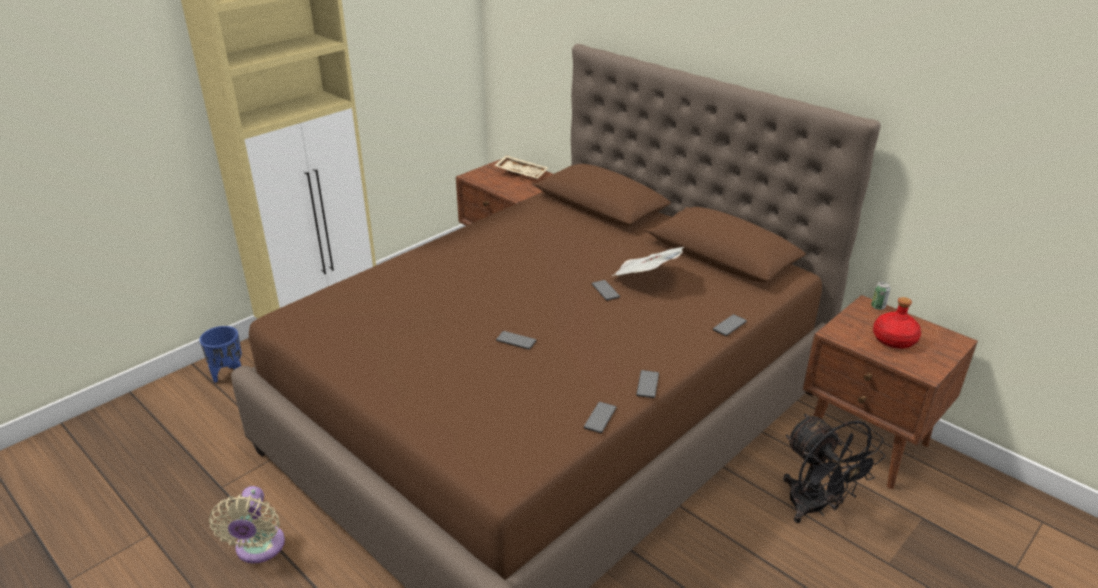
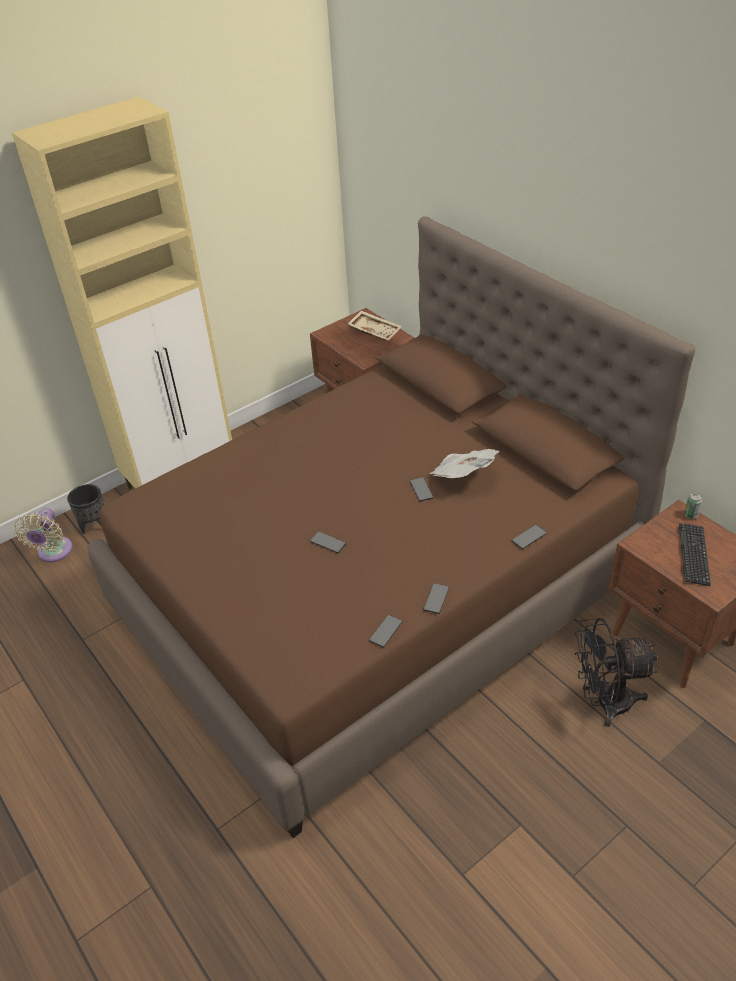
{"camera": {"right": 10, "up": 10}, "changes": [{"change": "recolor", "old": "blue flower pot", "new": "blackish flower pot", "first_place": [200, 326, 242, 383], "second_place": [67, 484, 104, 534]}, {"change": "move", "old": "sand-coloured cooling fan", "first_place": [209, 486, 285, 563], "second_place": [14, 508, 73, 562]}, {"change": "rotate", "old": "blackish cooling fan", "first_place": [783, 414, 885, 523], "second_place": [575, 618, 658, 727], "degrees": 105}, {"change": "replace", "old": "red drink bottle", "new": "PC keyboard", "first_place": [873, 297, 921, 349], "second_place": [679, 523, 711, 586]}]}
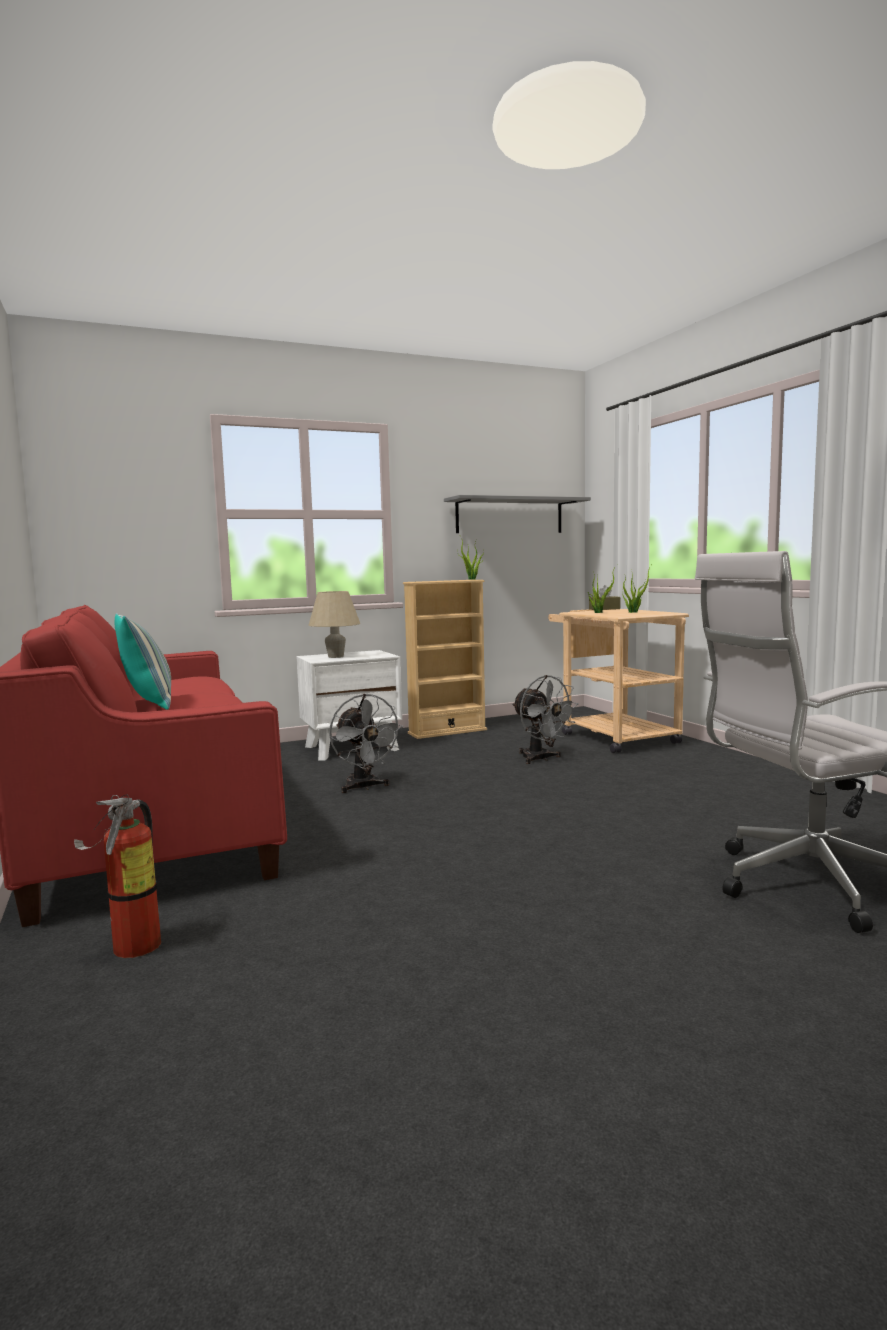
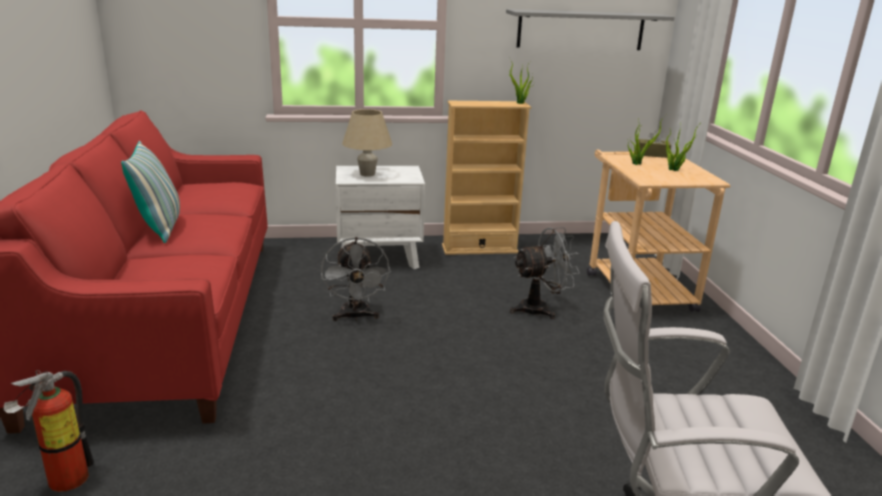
{"camera": {"right": 15, "up": 15}, "changes": [{"change": "rotate", "old": "grey cooling fan", "first_place": [512, 675, 579, 764], "second_place": [510, 227, 580, 319], "degrees": -90}]}
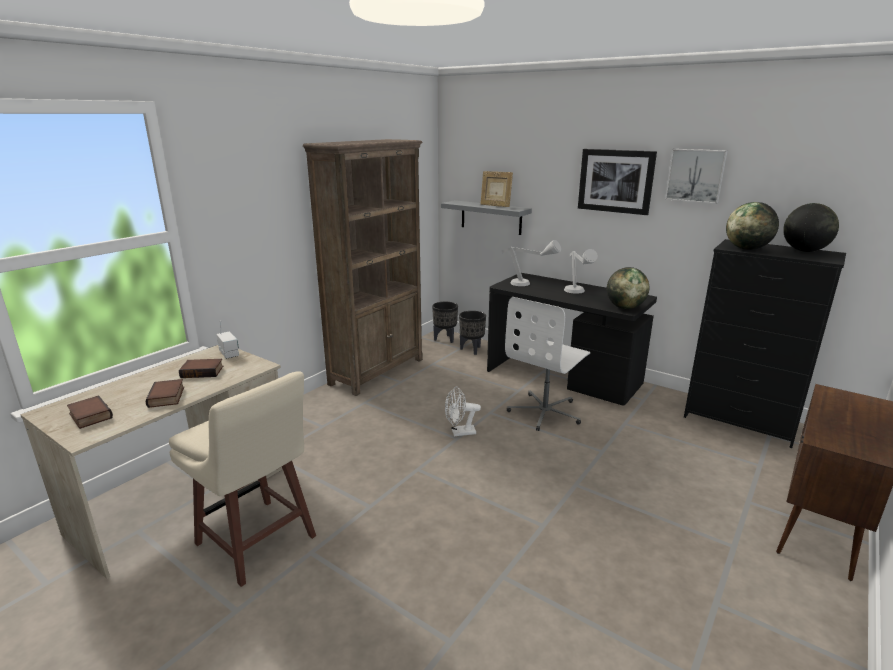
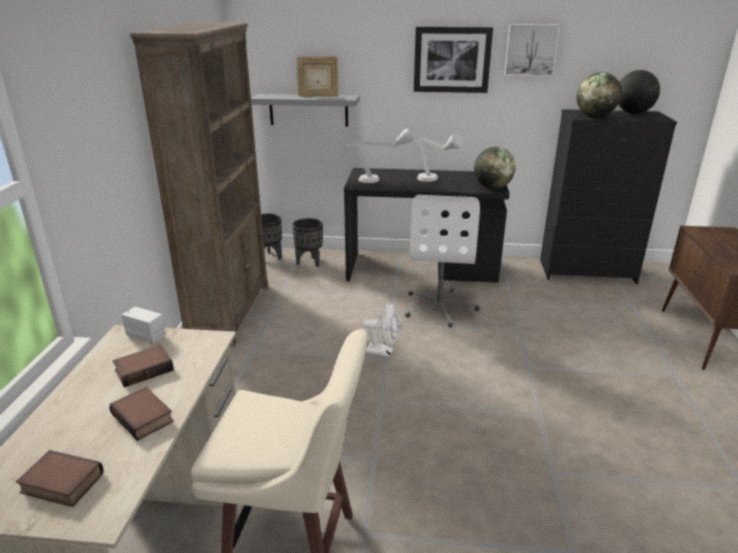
{"camera": {"right": -30, "up": 5}, "changes": [{"change": "rotate", "old": "white-coloured cooling fan", "first_place": [445, 386, 481, 436], "second_place": [362, 303, 402, 357], "degrees": -120}]}
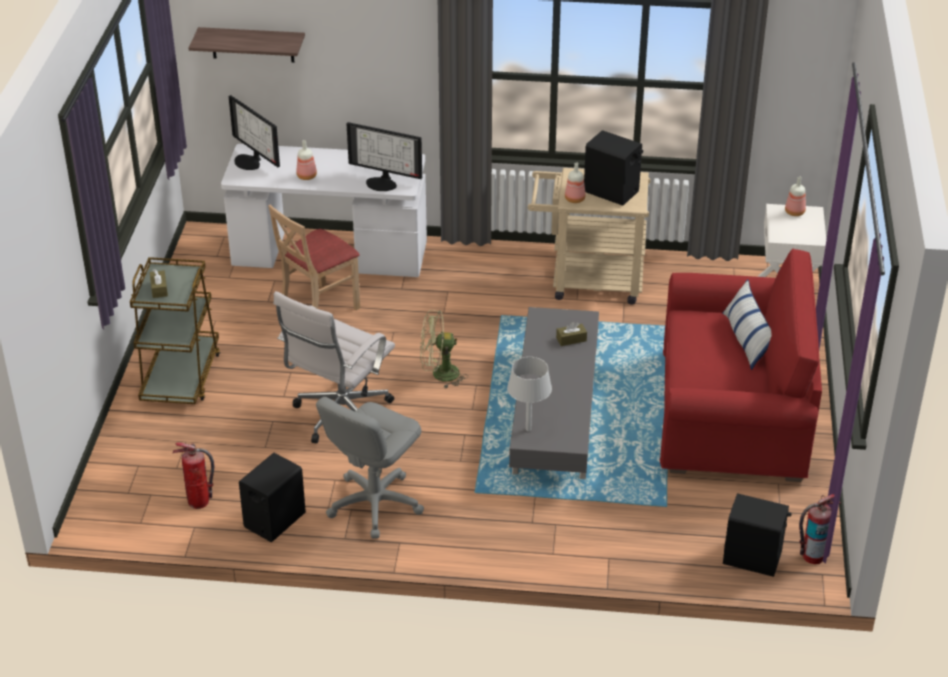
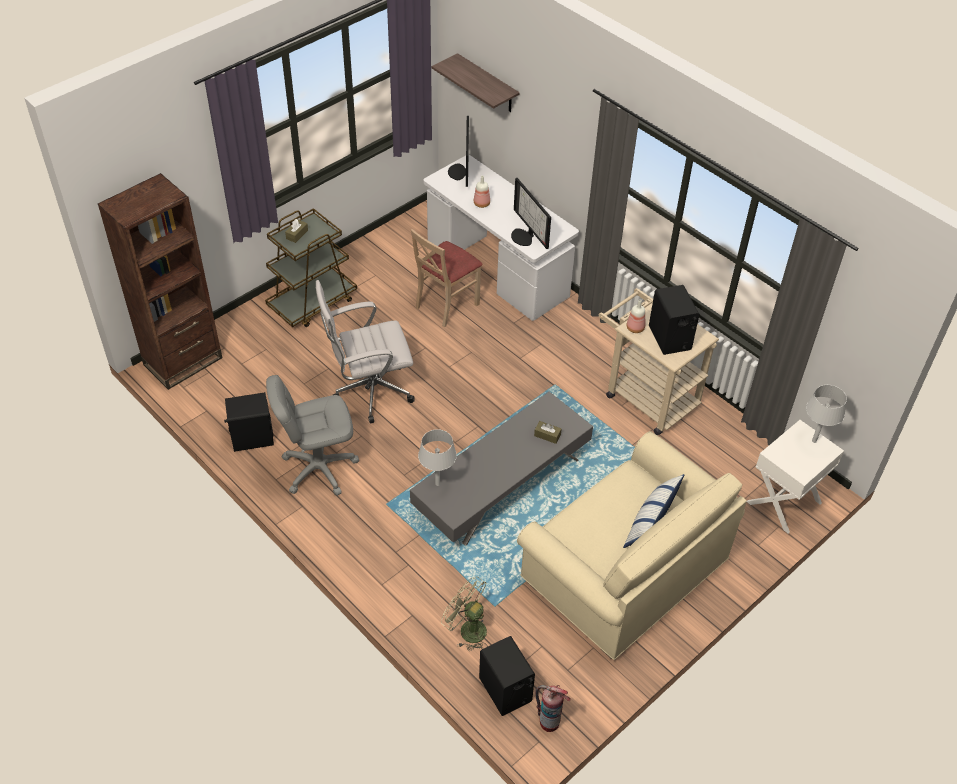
{"camera": {"right": 40, "up": 10}, "changes": [{"change": "delete", "old": "extinguisher", "first_place": [173, 442, 214, 509]}, {"change": "rotate", "old": "sand-coloured chair", "first_place": [268, 205, 360, 310], "second_place": [411, 229, 482, 327], "degrees": -45}, {"change": "move", "old": "green-coloured cooling fan", "first_place": [420, 310, 468, 388], "second_place": [441, 577, 487, 651]}, {"change": "recolor", "old": "red sofa", "new": "sand-coloured sofa", "first_place": [660, 249, 822, 482], "second_place": [517, 431, 747, 660]}, {"change": "replace", "old": "drink bottle", "new": "grey table lamp", "first_place": [785, 176, 806, 216], "second_place": [806, 385, 847, 443]}, {"change": "insert", "new": "brown-coloured bookcase", "second_place": [98, 173, 223, 390]}]}
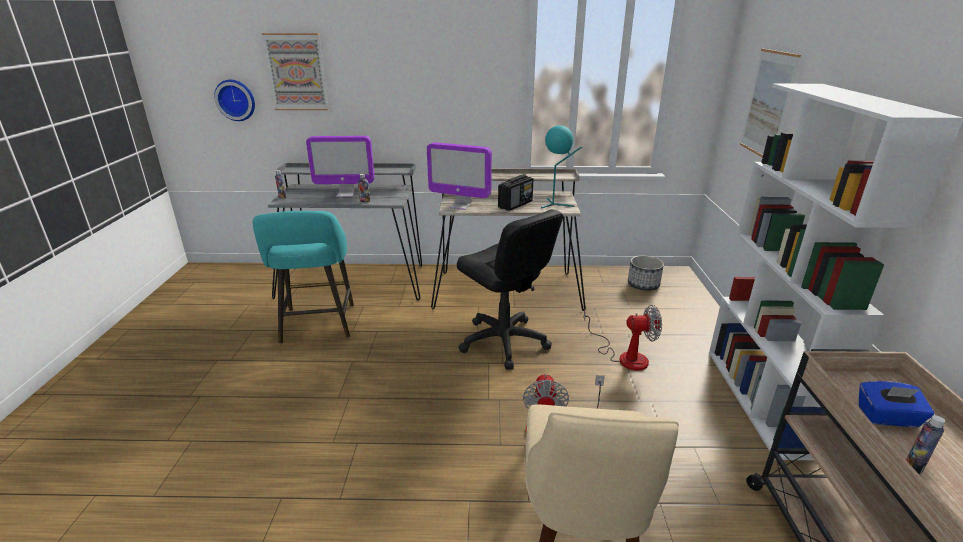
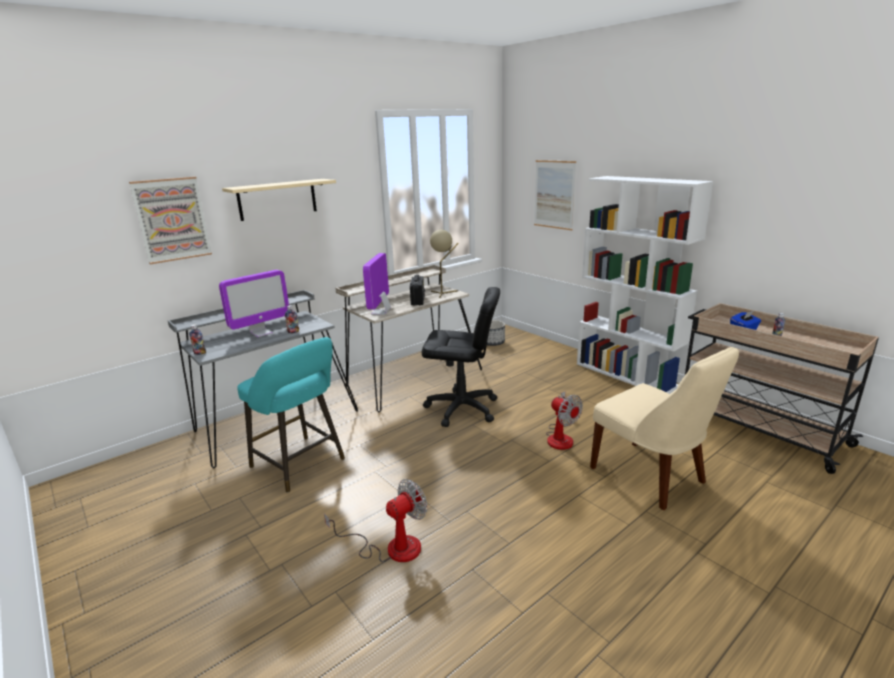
{"camera": {"right": -40, "up": -5}, "changes": [{"change": "delete", "old": "wall clock", "first_place": [214, 80, 255, 121]}, {"change": "rotate", "old": "monitor", "first_place": [427, 142, 492, 210], "second_place": [363, 253, 391, 315], "degrees": 120}, {"change": "recolor", "old": "blue-green table lamp", "new": "sand-coloured table lamp", "first_place": [541, 125, 582, 208], "second_place": [430, 229, 459, 298]}, {"change": "move", "old": "cooling fan", "first_place": [584, 305, 662, 371], "second_place": [324, 479, 427, 562]}, {"change": "insert", "new": "sand-coloured wall shelf", "second_place": [222, 179, 336, 221]}]}
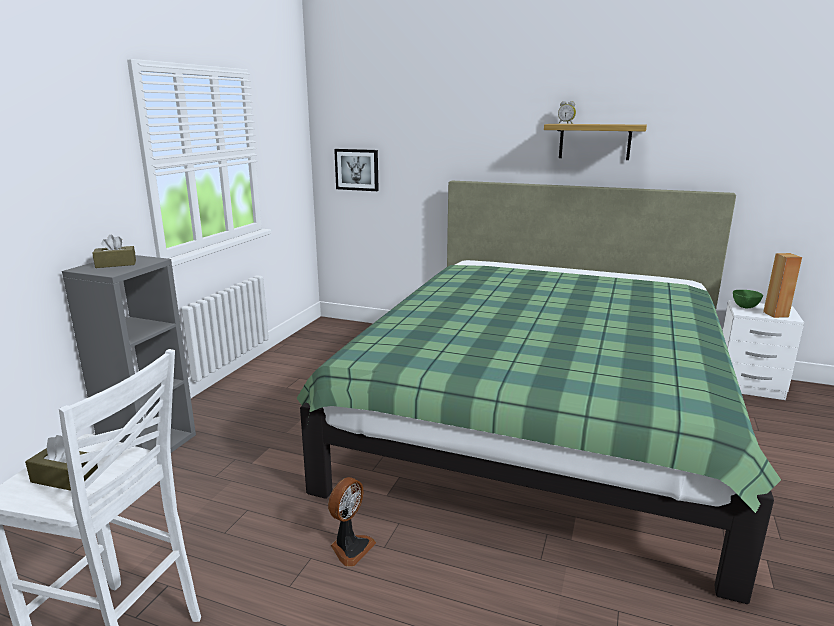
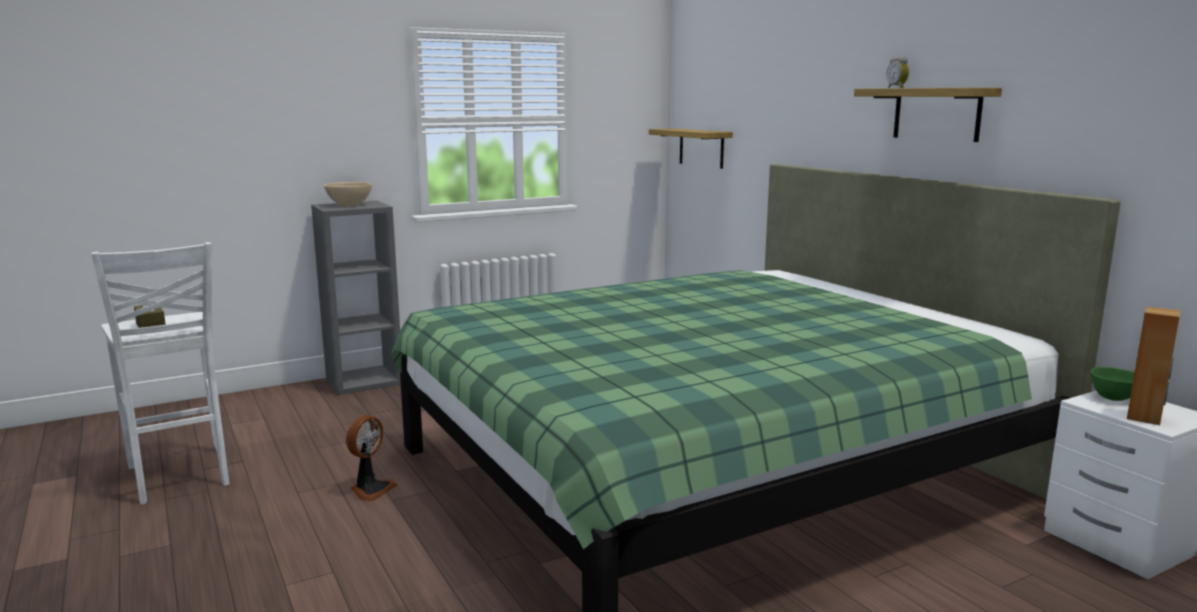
{"camera": {"right": 40, "up": -5}, "changes": [{"change": "replace", "old": "brown-coloured box of tissues", "new": "sand-coloured deep dish", "first_place": [92, 235, 136, 268], "second_place": [324, 182, 372, 206]}, {"change": "rotate", "old": "cooling fan", "first_place": [328, 477, 376, 566], "second_place": [346, 415, 397, 502], "degrees": -45}, {"change": "replace", "old": "wall art", "new": "wall shelf", "first_place": [334, 149, 379, 191], "second_place": [649, 128, 733, 169]}]}
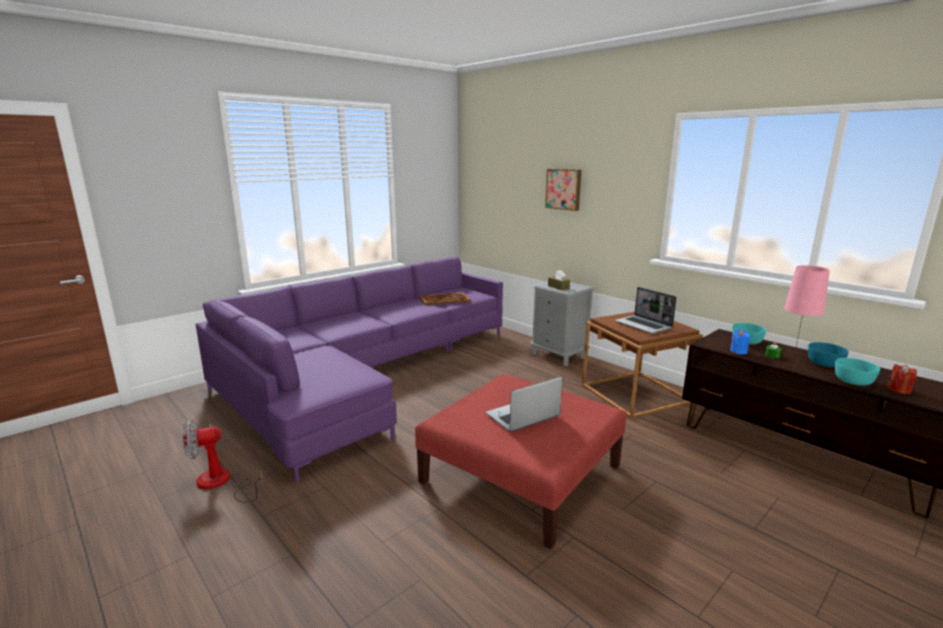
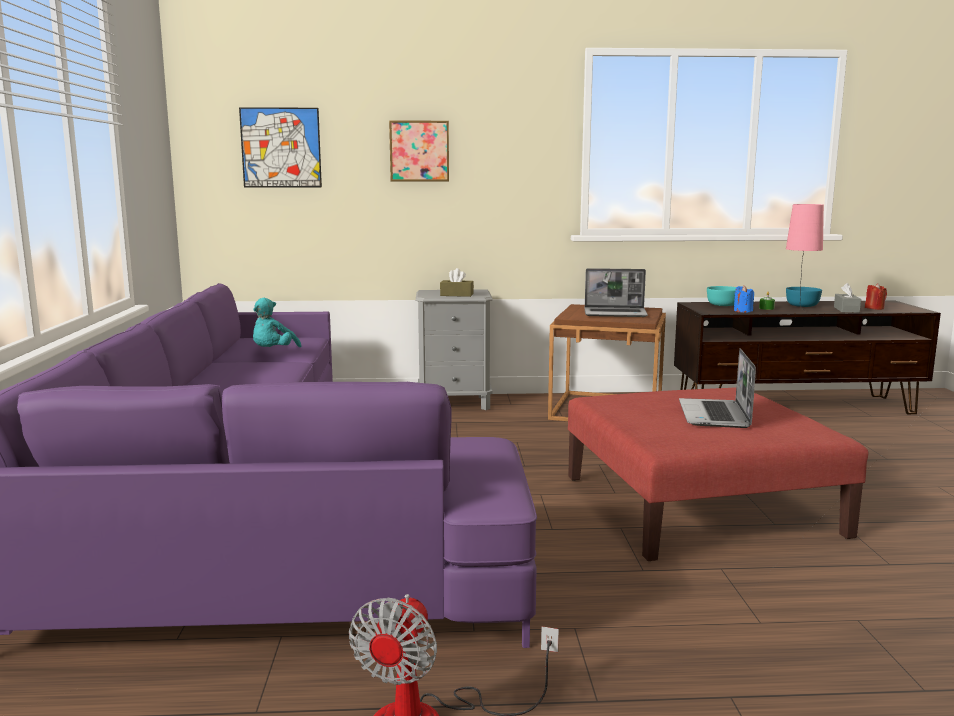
{"camera": {"right": -50, "up": -5}, "changes": [{"change": "replace", "old": "brown-coloured tray", "new": "blue-green soft toy", "first_place": [419, 292, 471, 305], "second_place": [253, 298, 301, 347]}, {"change": "replace", "old": "blue-green deep dish", "new": "grey box of tissues", "first_place": [835, 358, 880, 386], "second_place": [834, 283, 861, 313]}, {"change": "insert", "new": "wall art", "second_place": [239, 107, 322, 187]}]}
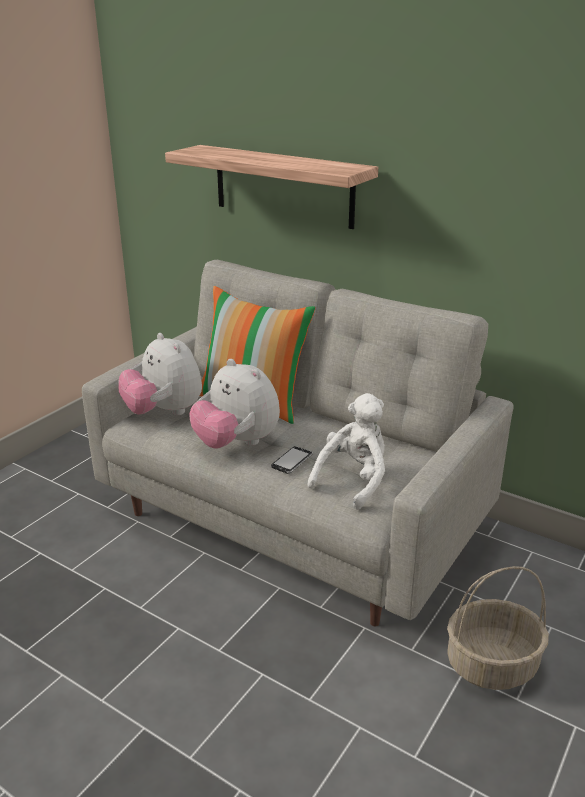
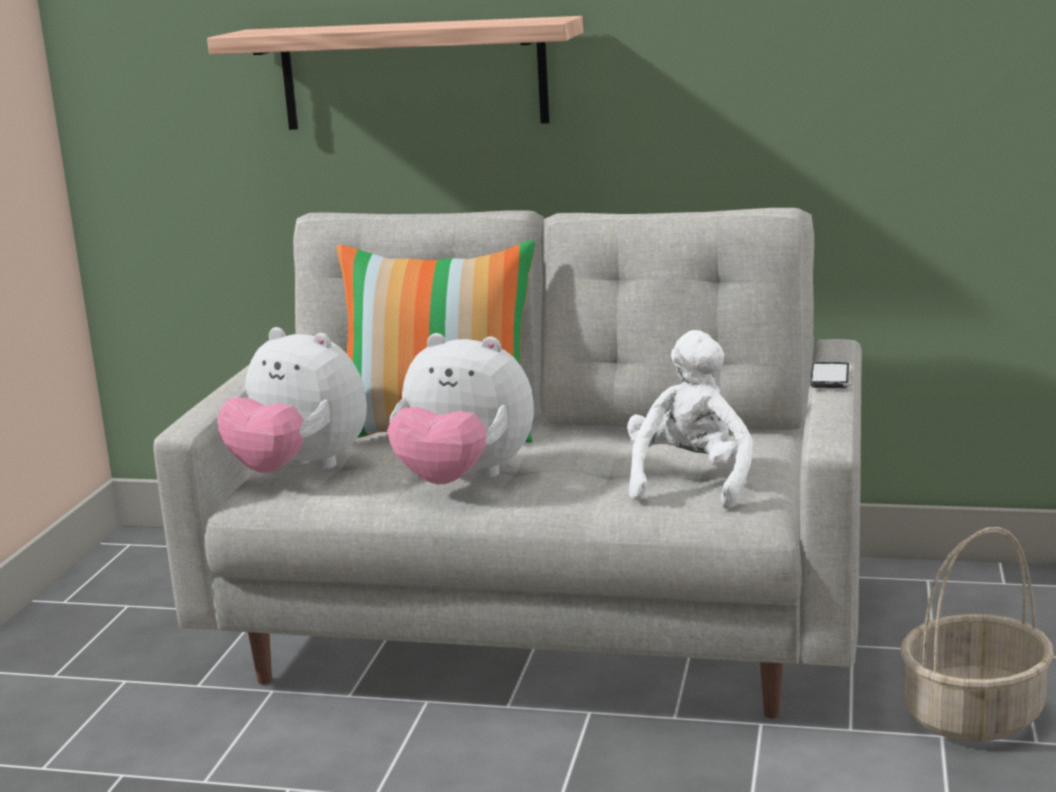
{"camera": {"right": -20, "up": -10}, "changes": [{"change": "move", "old": "handset", "first_place": [271, 446, 313, 474], "second_place": [810, 362, 851, 388]}]}
